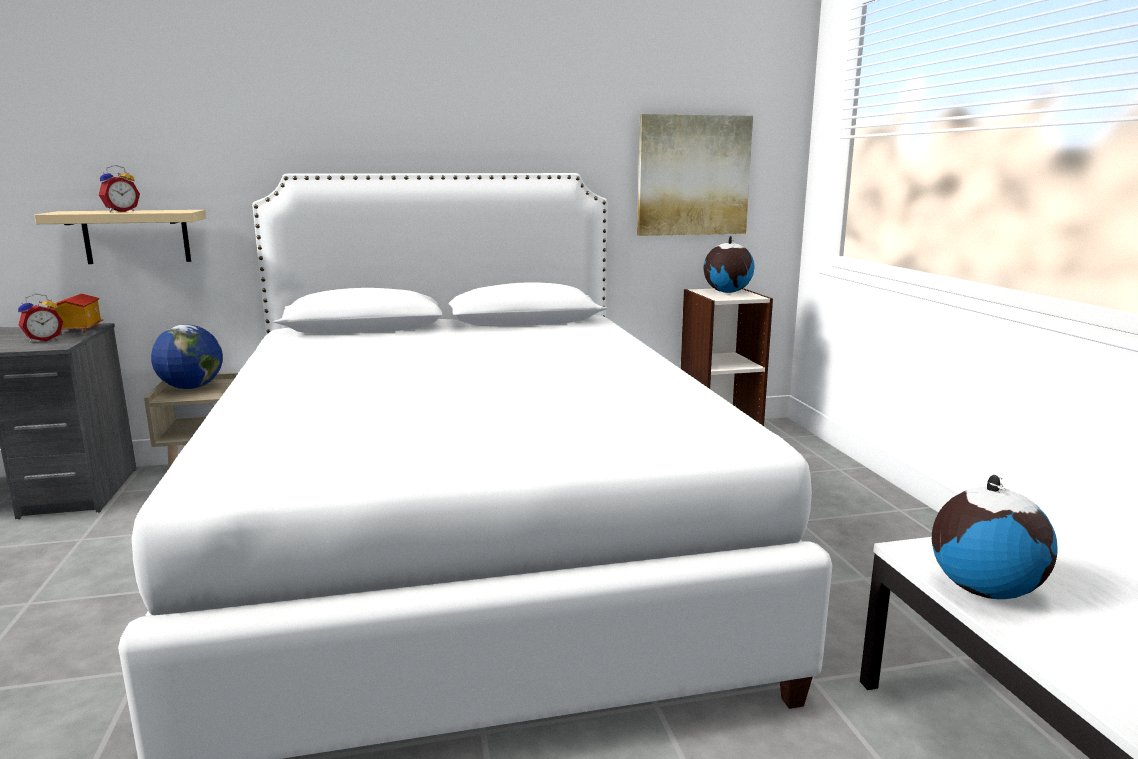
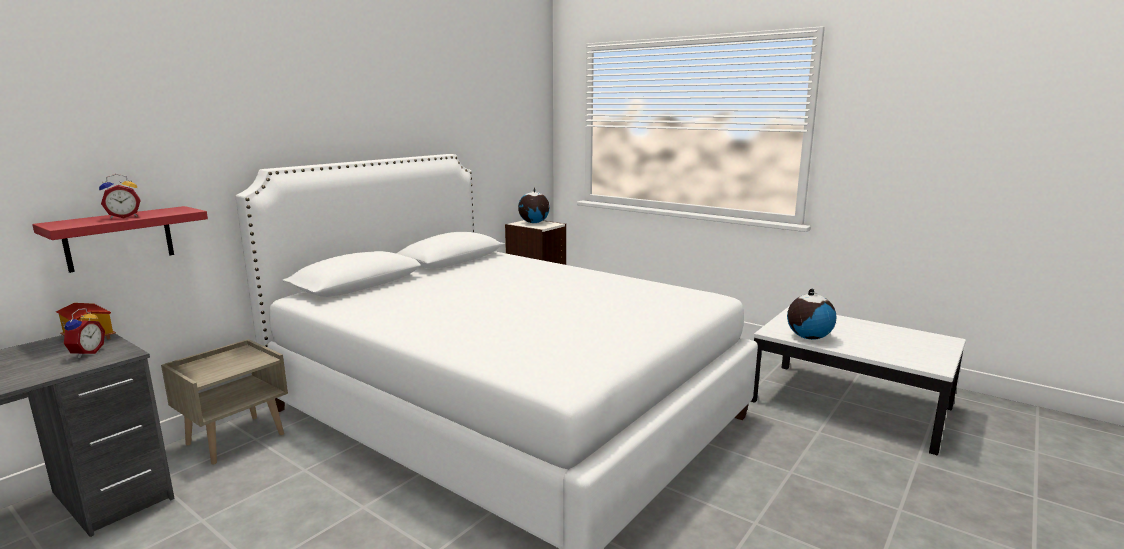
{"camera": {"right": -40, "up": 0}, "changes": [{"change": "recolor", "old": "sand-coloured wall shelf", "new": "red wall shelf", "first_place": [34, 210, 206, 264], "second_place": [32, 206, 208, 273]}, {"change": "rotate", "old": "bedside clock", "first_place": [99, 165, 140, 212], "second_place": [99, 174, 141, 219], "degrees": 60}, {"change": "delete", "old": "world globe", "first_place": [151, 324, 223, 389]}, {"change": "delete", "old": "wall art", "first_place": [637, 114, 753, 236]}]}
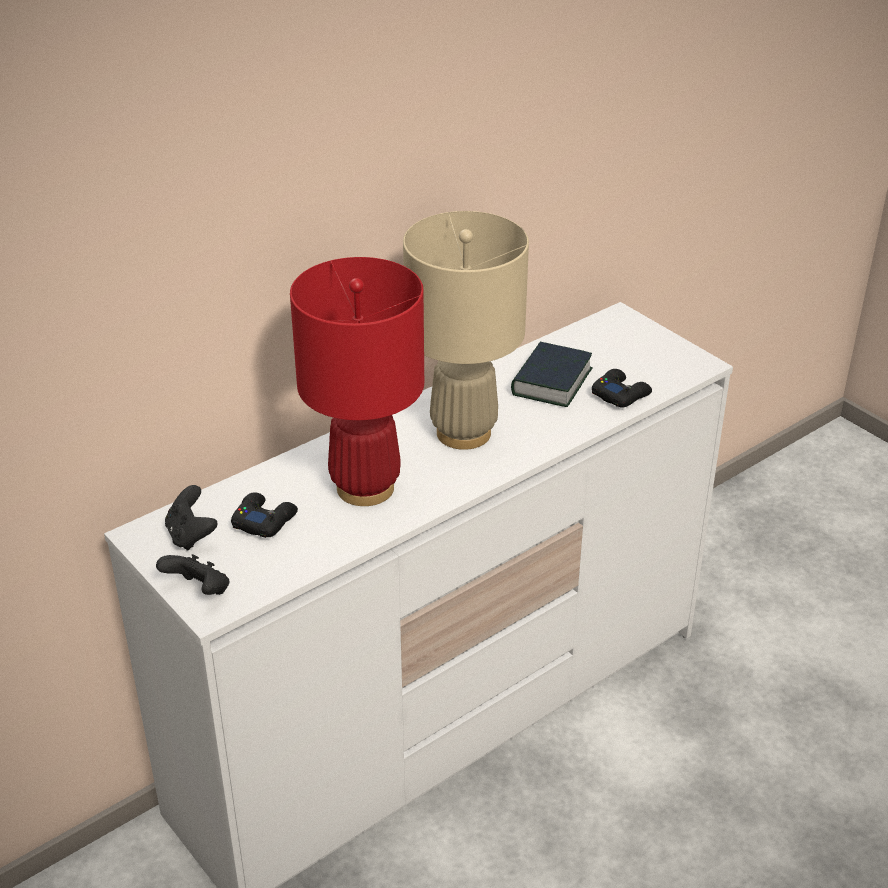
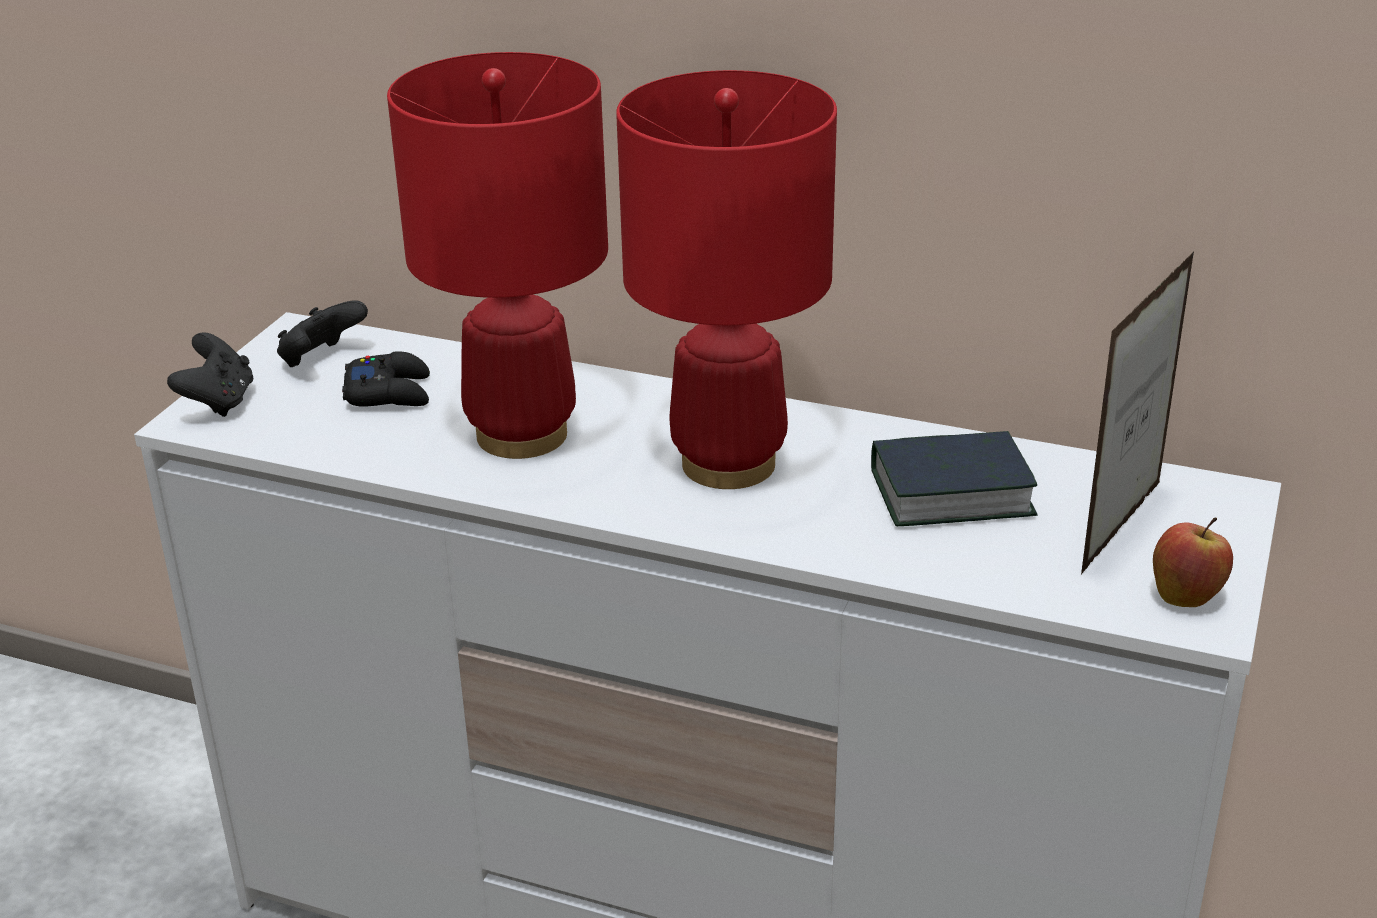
{"camera": {"right": 60, "up": -5}, "changes": [{"change": "recolor", "old": "sand-coloured table lamp", "new": "red table lamp", "first_place": [403, 211, 529, 450], "second_place": [616, 70, 837, 489]}, {"change": "delete", "old": "blackish joypad", "first_place": [592, 369, 652, 408]}, {"change": "insert", "new": "standing frame", "second_place": [1081, 251, 1194, 574]}, {"change": "insert", "new": "apple fruit", "second_place": [1153, 517, 1233, 607]}]}
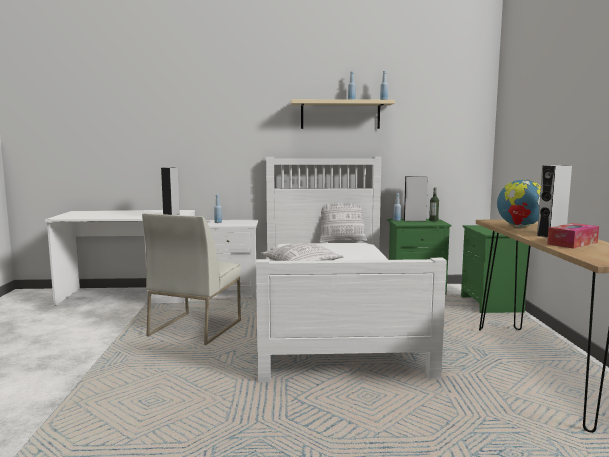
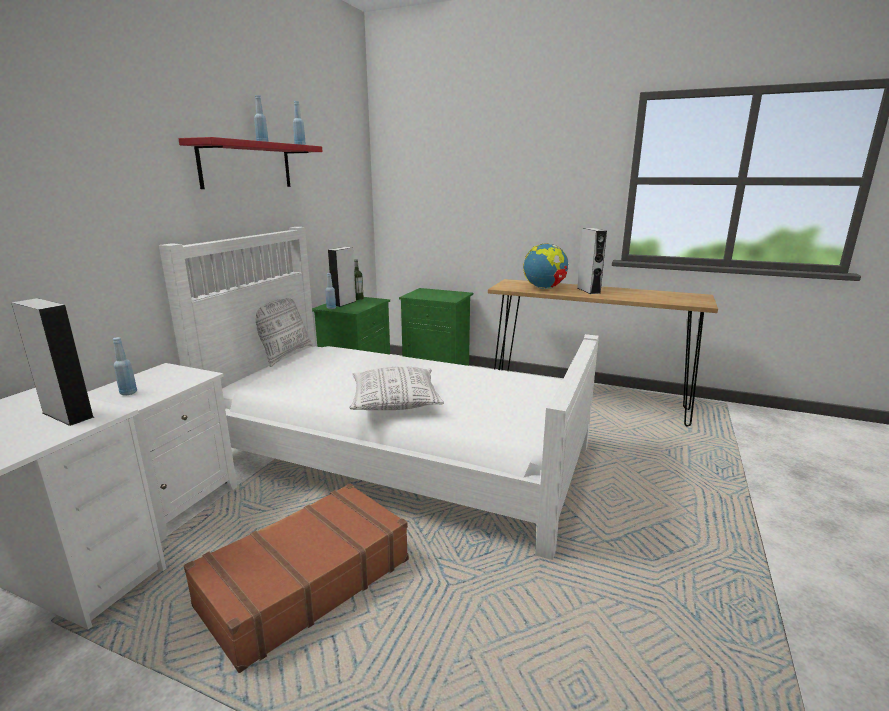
{"camera": {"right": -65, "up": 10}, "changes": [{"change": "replace", "old": "white-coloured chair", "new": "brown-coloured suitcase", "first_place": [142, 213, 241, 345], "second_place": [184, 483, 409, 673]}, {"change": "recolor", "old": "sand-coloured wall shelf", "new": "red wall shelf", "first_place": [291, 99, 395, 129], "second_place": [178, 137, 322, 189]}, {"change": "delete", "old": "box of tissues", "first_place": [547, 223, 599, 249]}]}
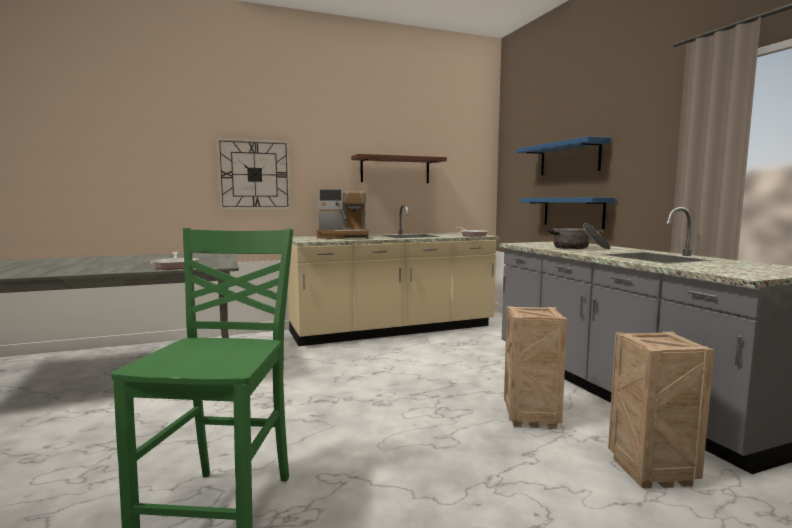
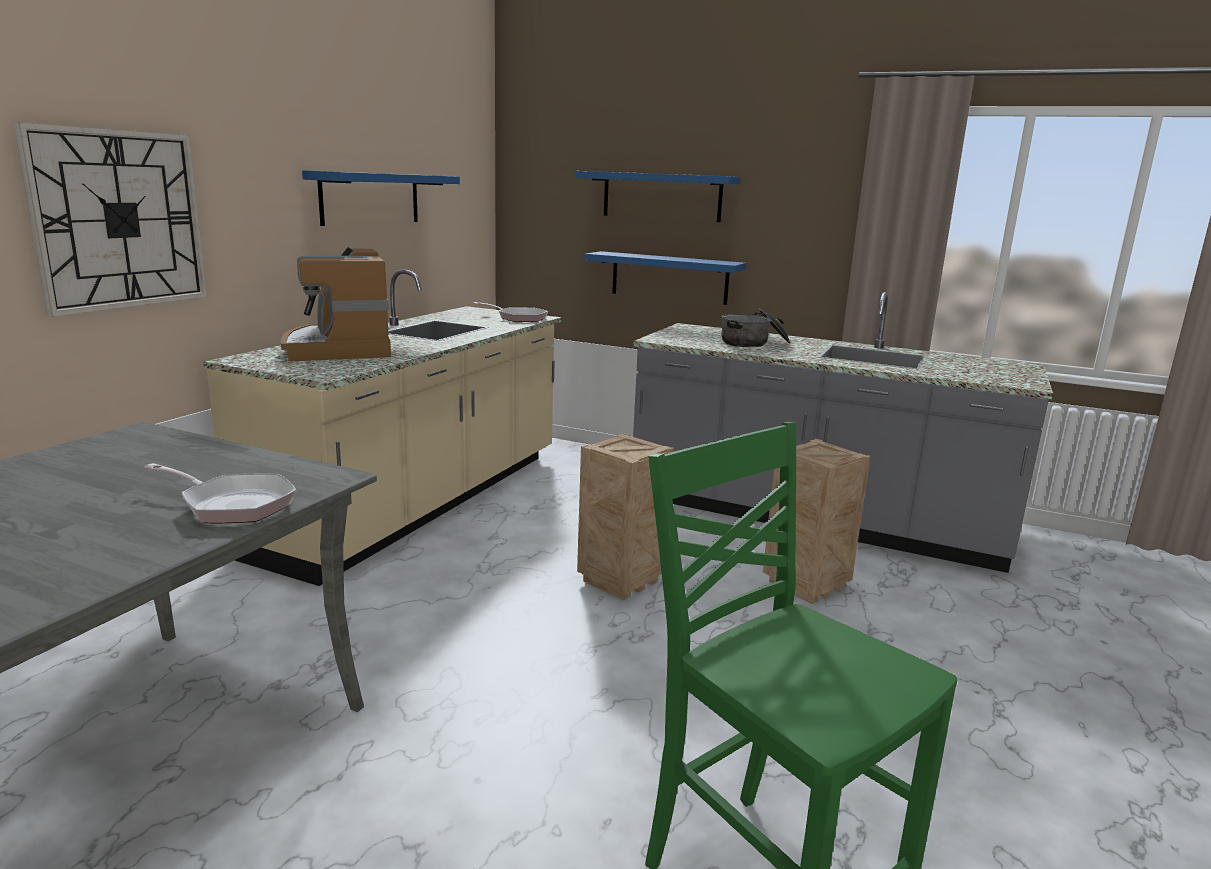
{"camera": {"right": -45, "up": 10}, "changes": [{"change": "rotate", "old": "coffee brewer", "first_place": [317, 190, 369, 239], "second_place": [281, 247, 391, 362], "degrees": 120}, {"change": "recolor", "old": "brown-coloured wall shelf", "new": "blue wall shelf", "first_place": [351, 154, 447, 183], "second_place": [302, 170, 460, 226]}, {"change": "move", "old": "packing crate", "first_place": [608, 331, 714, 488], "second_place": [577, 433, 674, 600]}]}
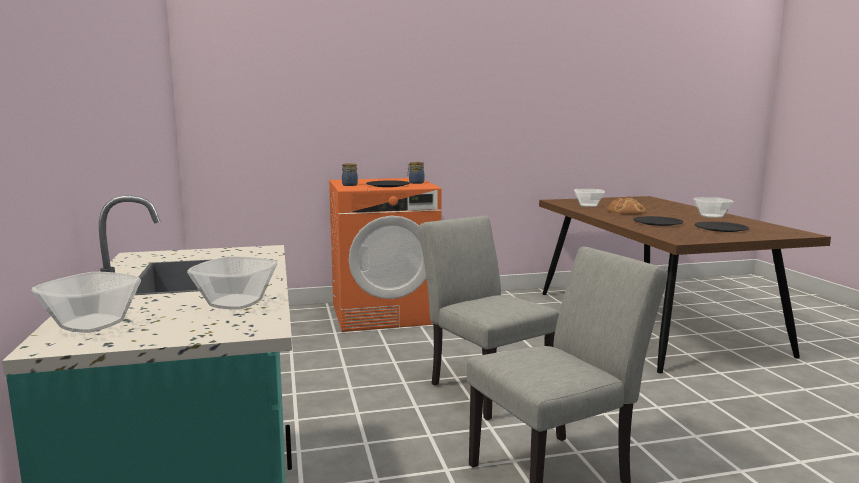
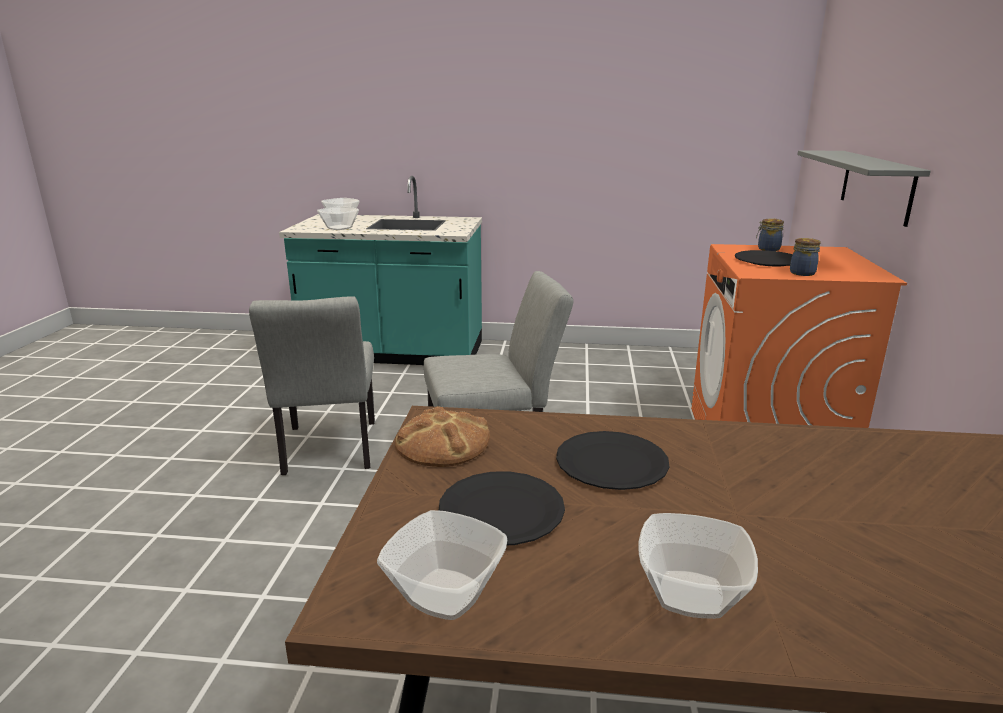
{"camera": {"right": 110, "up": 10}, "changes": [{"change": "move", "old": "deep dish", "first_place": [574, 189, 605, 207], "second_place": [377, 510, 507, 620]}, {"change": "move", "old": "bread", "first_place": [607, 198, 646, 214], "second_place": [395, 406, 490, 467]}, {"change": "insert", "new": "grey wall shelf", "second_place": [797, 150, 931, 227]}]}
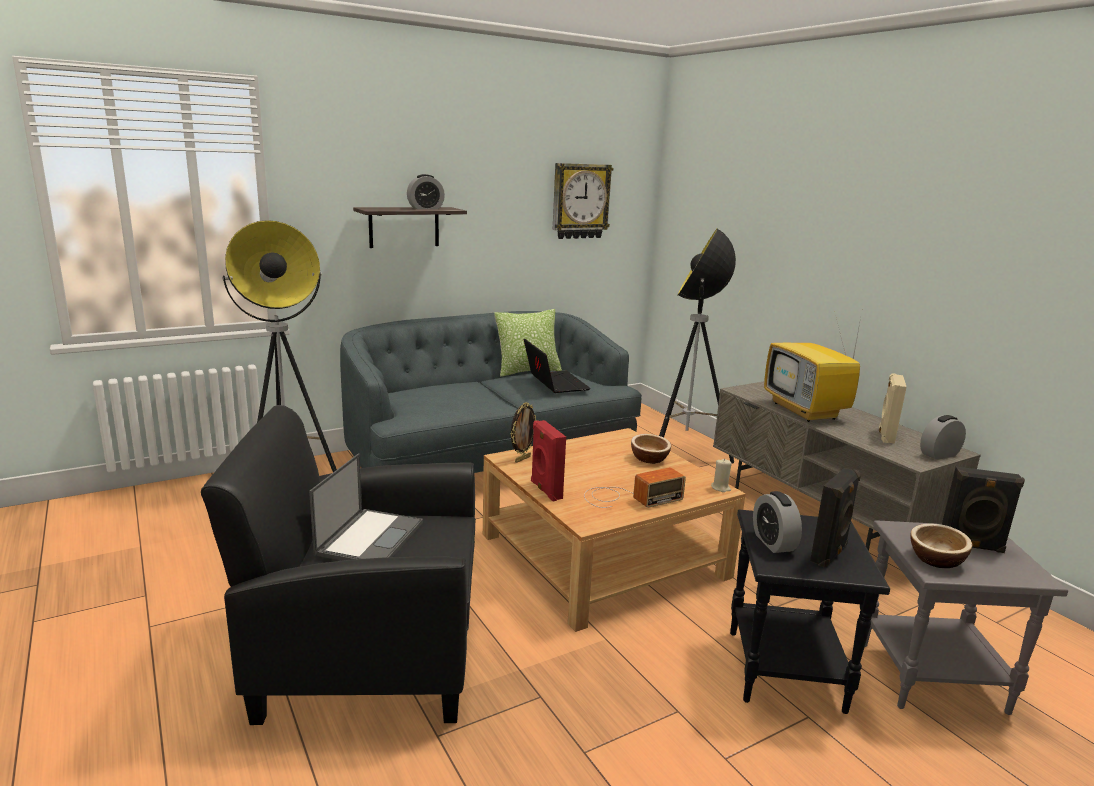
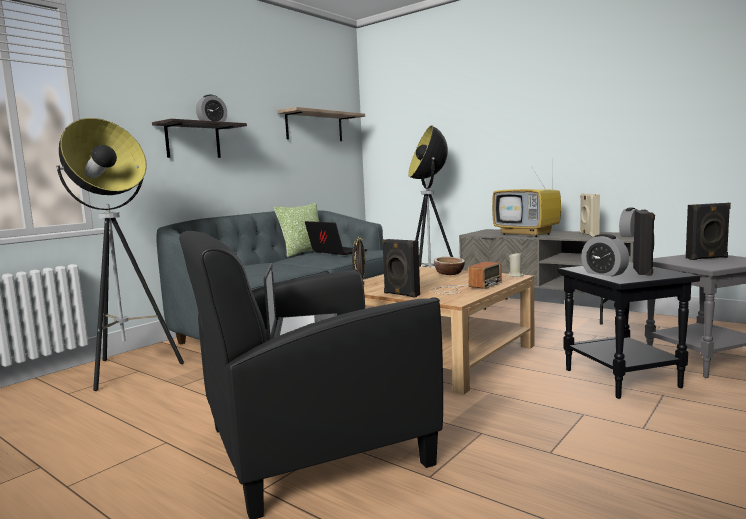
{"camera": {"right": -20, "up": -10}, "changes": [{"change": "recolor", "old": "red speaker", "new": "blackish speaker", "first_place": [531, 420, 566, 501], "second_place": [382, 239, 420, 298]}, {"change": "replace", "old": "wall clock", "new": "wall shelf", "first_place": [552, 163, 613, 239], "second_place": [277, 107, 365, 141]}, {"change": "delete", "old": "deep dish", "first_place": [910, 524, 972, 568]}]}
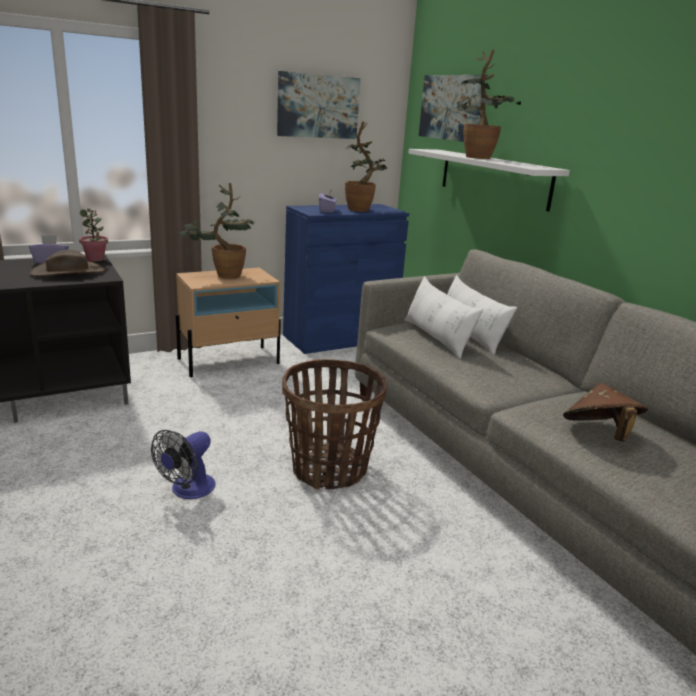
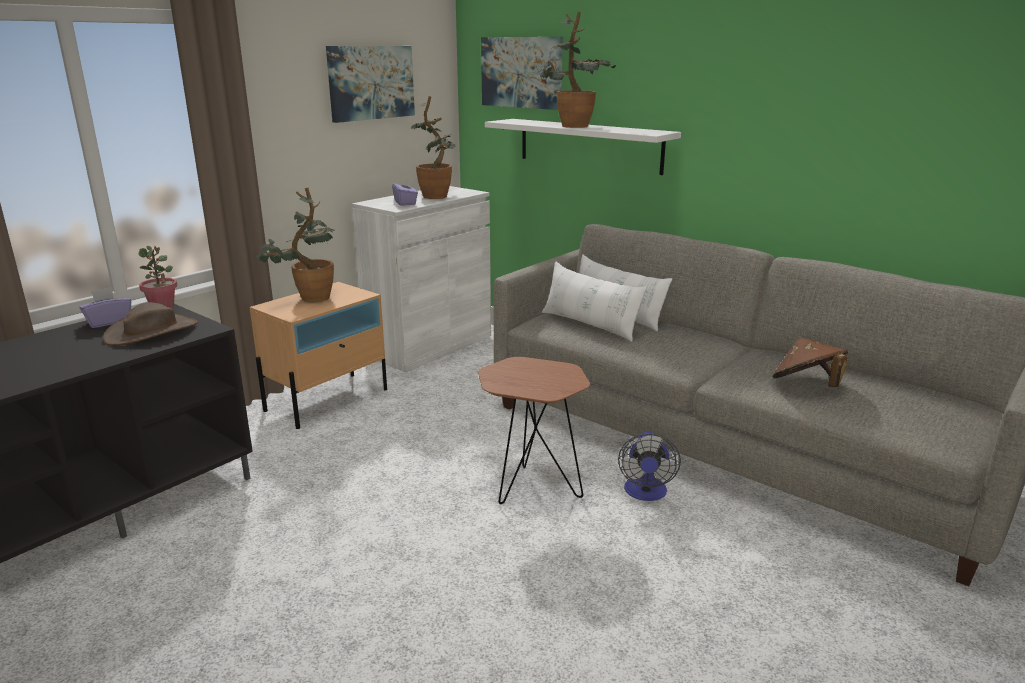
{"camera": {"right": -20, "up": 0}, "changes": [{"change": "move", "old": "cooling fan", "first_place": [151, 430, 216, 499], "second_place": [618, 431, 681, 501]}, {"change": "replace", "old": "storage basket", "new": "brown-coloured accent table", "first_place": [282, 359, 387, 490], "second_place": [478, 357, 590, 504]}, {"change": "recolor", "old": "blue storage cabinet", "new": "white-coloured storage cabinet", "first_place": [283, 204, 409, 354], "second_place": [352, 186, 491, 372]}]}
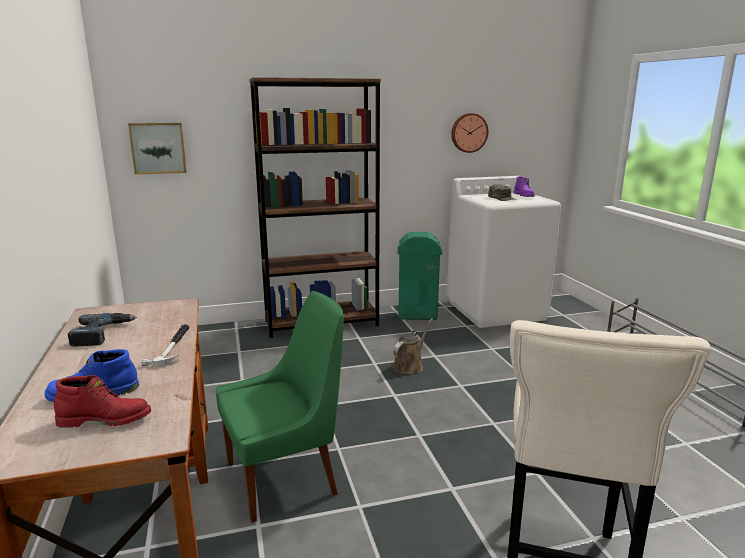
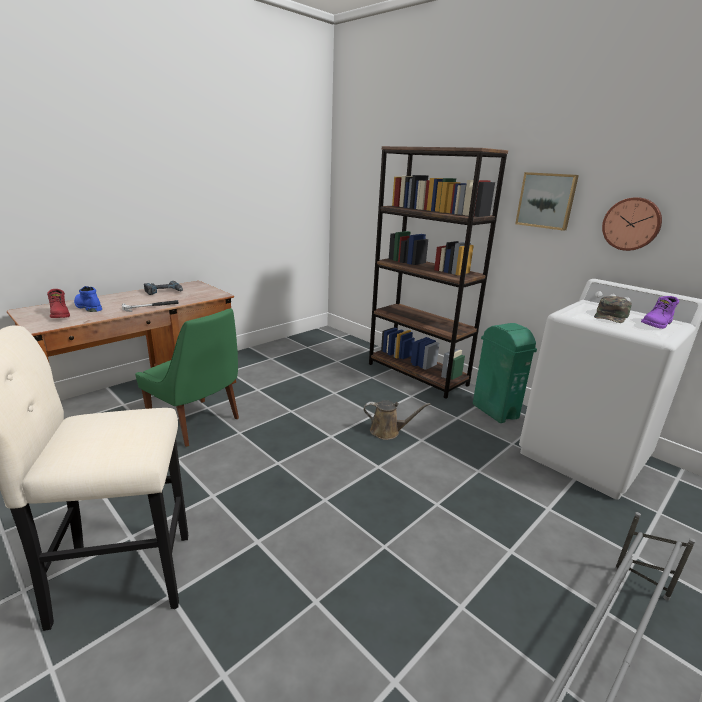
{"camera": {"right": 60, "up": 5}, "changes": [{"change": "move", "old": "wall art", "first_place": [128, 123, 187, 175], "second_place": [515, 172, 579, 231]}]}
